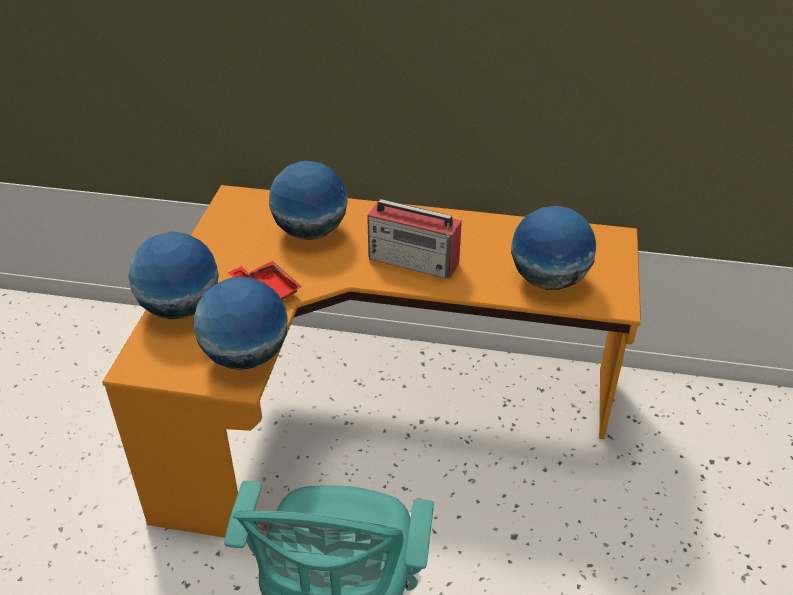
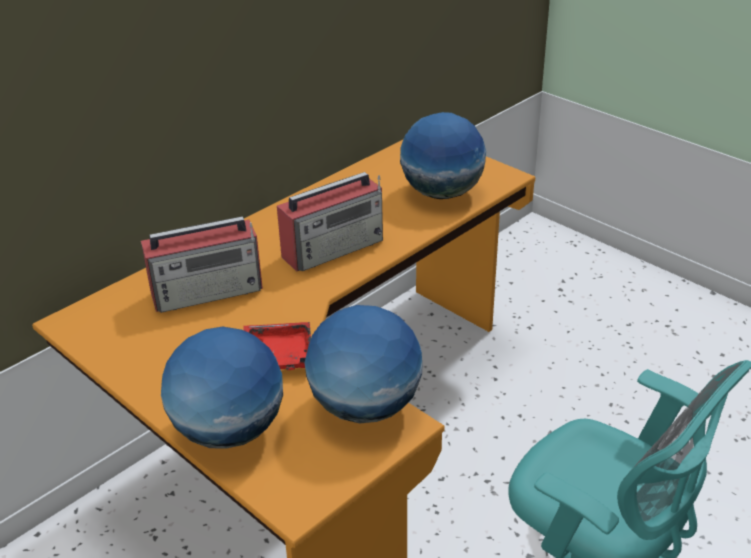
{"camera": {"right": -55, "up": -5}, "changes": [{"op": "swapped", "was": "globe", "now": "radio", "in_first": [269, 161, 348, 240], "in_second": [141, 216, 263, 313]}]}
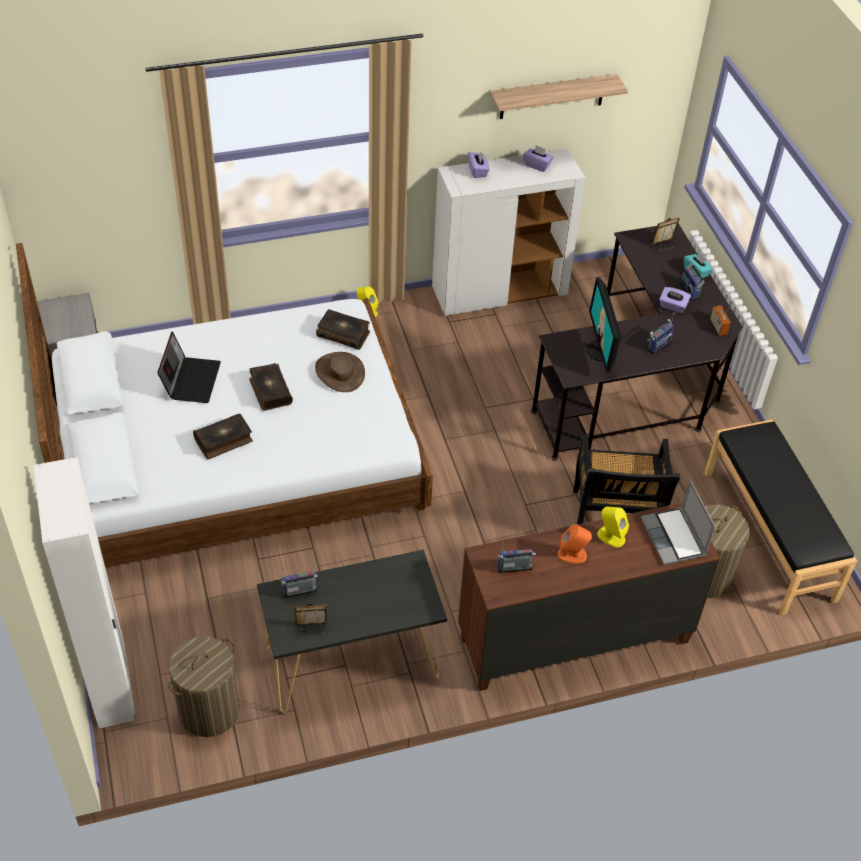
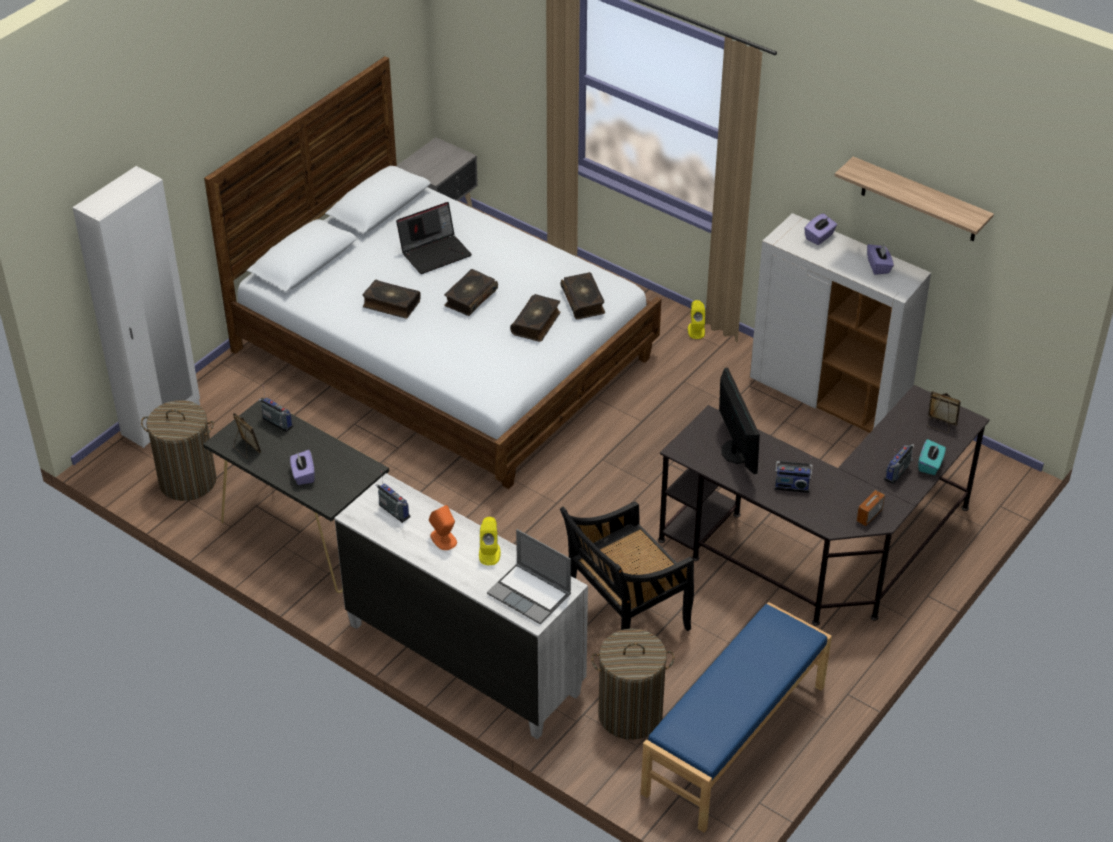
{"camera": {"right": 55, "up": -5}, "changes": [{"op": "shifted", "was": "tissue box (purple)", "in_first": [659, 287, 691, 313], "in_second": [290, 450, 315, 485]}, {"op": "repainted", "was": "dresser (brown)", "now": "dresser (white)", "in_first": [458, 503, 720, 691], "in_second": [334, 473, 588, 739]}, {"op": "rotated", "was": "laptop", "in_first": [641, 479, 715, 565], "in_second": [487, 529, 571, 624], "clockwise": -90}, {"op": "swapped", "was": "hat (brown)", "now": "book", "in_first": [315, 352, 365, 392], "in_second": [510, 294, 560, 342]}, {"op": "repainted", "was": "bench (black)", "now": "bench (blue)", "in_first": [704, 420, 857, 615], "in_second": [641, 602, 832, 832]}, {"op": "rotated", "was": "monitor", "in_first": [586, 277, 621, 372], "in_second": [719, 367, 760, 474], "clockwise": 120}]}
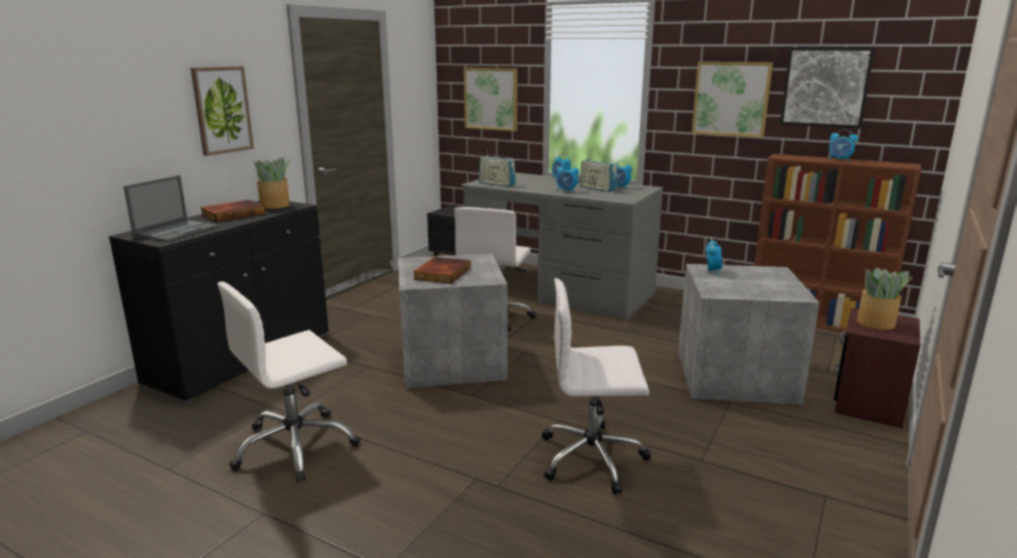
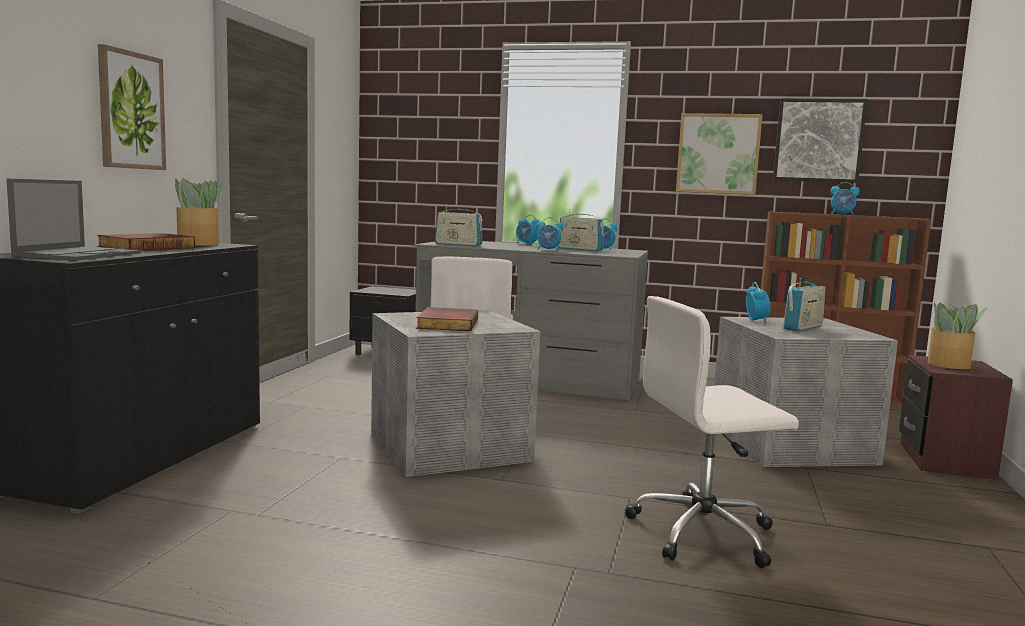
{"camera": {"right": -15, "up": -10}, "changes": [{"op": "new", "now": "radio", "in_second": [783, 278, 826, 331]}, {"op": "gone", "was": "office chair (white)", "in_first": [218, 281, 360, 482]}, {"op": "gone", "was": "picture", "in_first": [464, 68, 518, 131]}]}
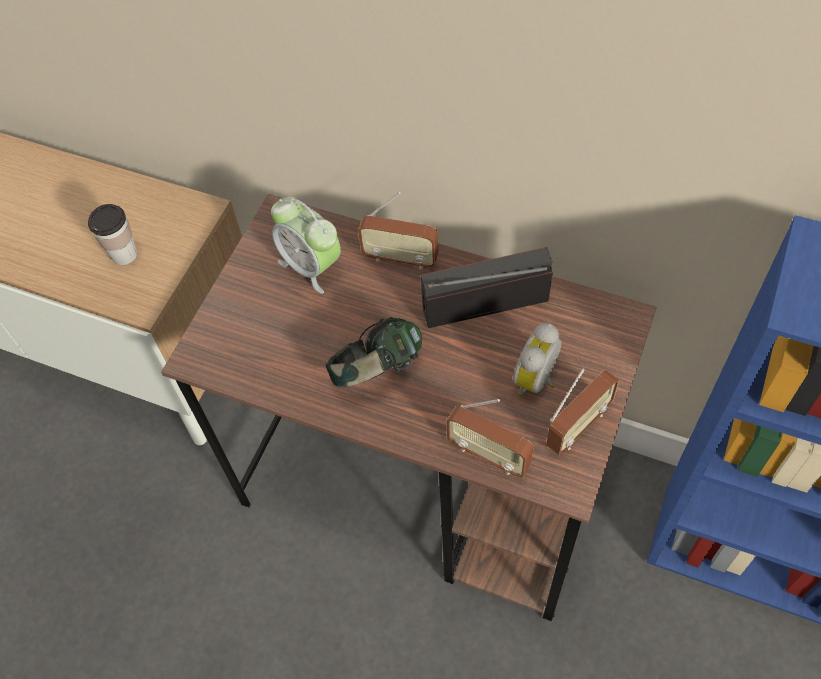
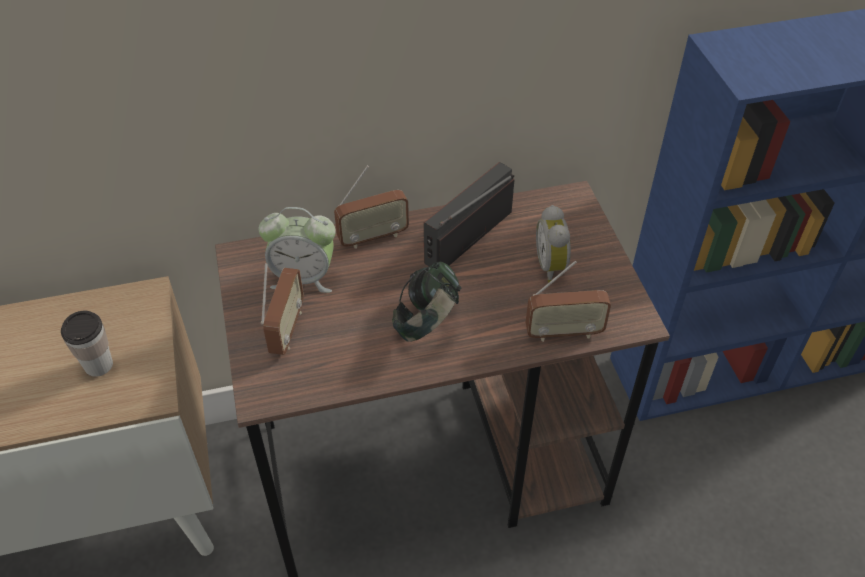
{"camera": {"right": -40, "up": -10}, "changes": [{"op": "shifted", "was": "radio", "in_first": [546, 369, 619, 455], "in_second": [261, 263, 304, 355]}]}
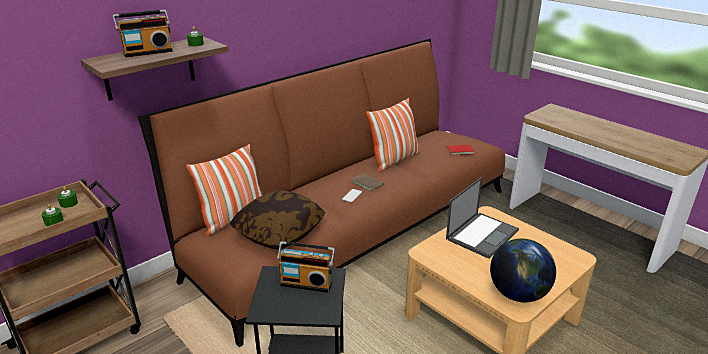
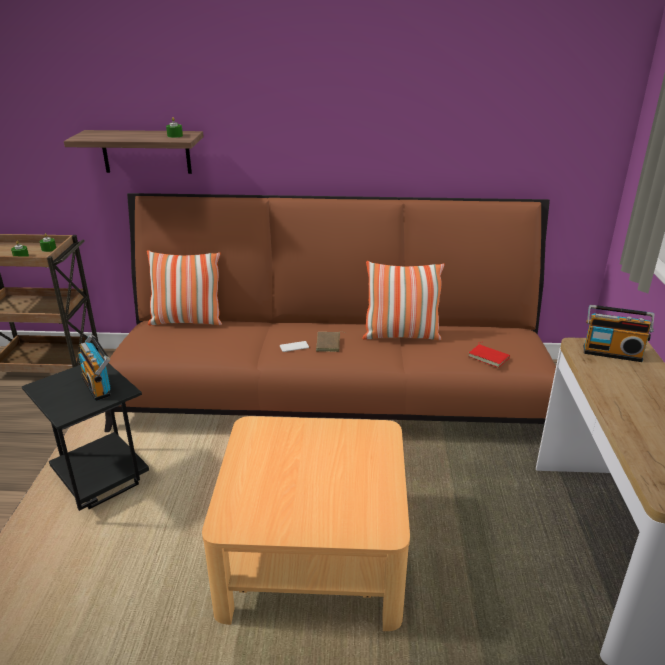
{"camera": {"right": 45, "up": 0}, "changes": [{"op": "shifted", "was": "radio", "in_first": [113, 10, 173, 58], "in_second": [584, 305, 655, 362]}, {"op": "gone", "was": "pillow", "in_first": [230, 190, 325, 250]}, {"op": "gone", "was": "laptop", "in_first": [446, 177, 519, 259]}, {"op": "gone", "was": "globe", "in_first": [490, 239, 556, 302]}]}
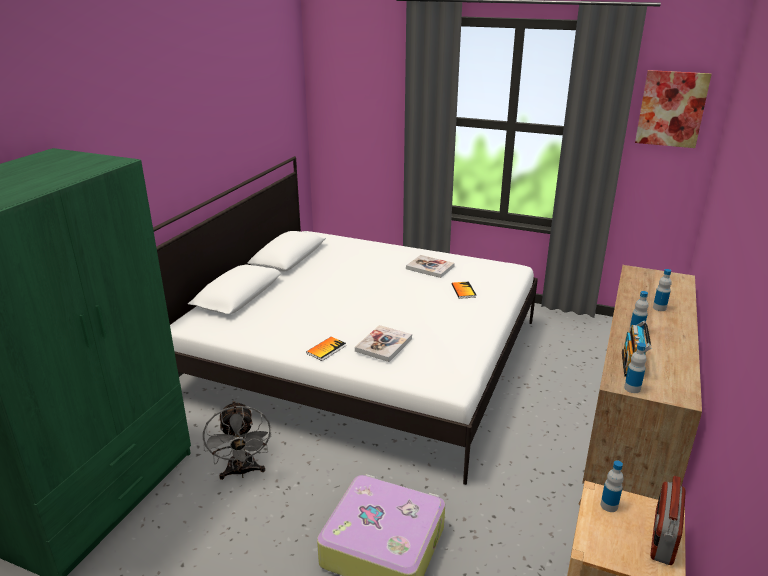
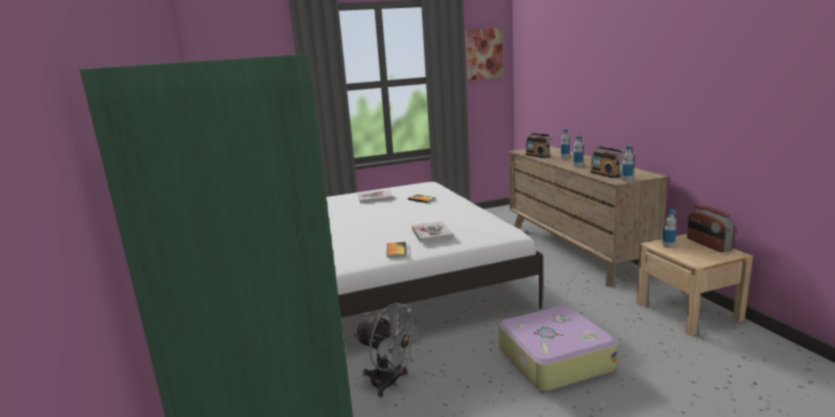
{"camera": {"right": -40, "up": -10}, "changes": [{"op": "new", "now": "radio", "in_second": [525, 133, 553, 158]}]}
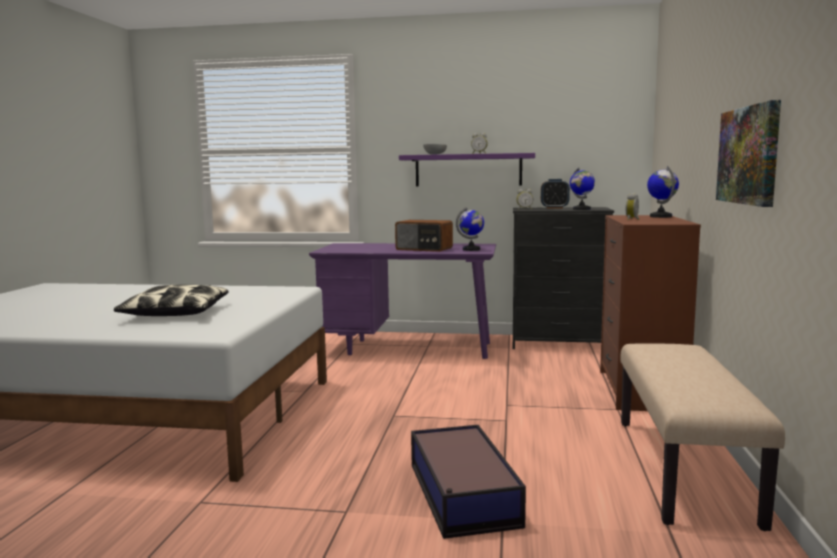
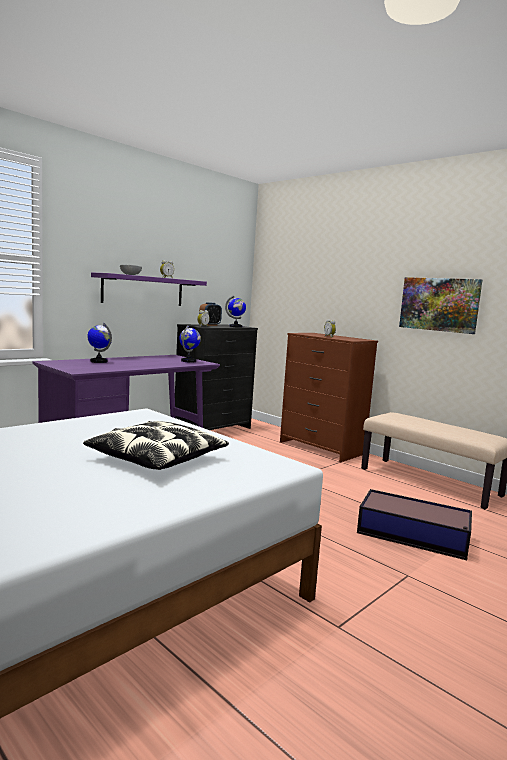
{"camera": {"right": -55, "up": 0}, "changes": [{"op": "shifted", "was": "globe", "in_first": [647, 166, 679, 218], "in_second": [87, 323, 112, 363]}, {"op": "gone", "was": "radio", "in_first": [395, 220, 453, 252]}]}
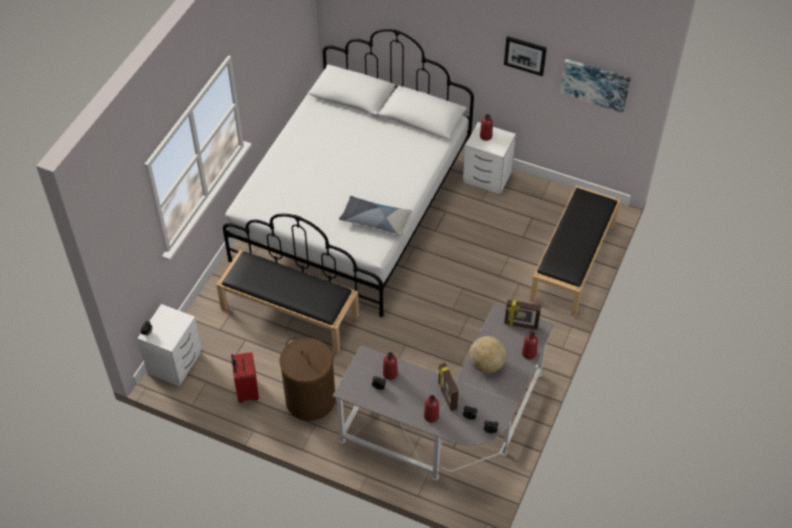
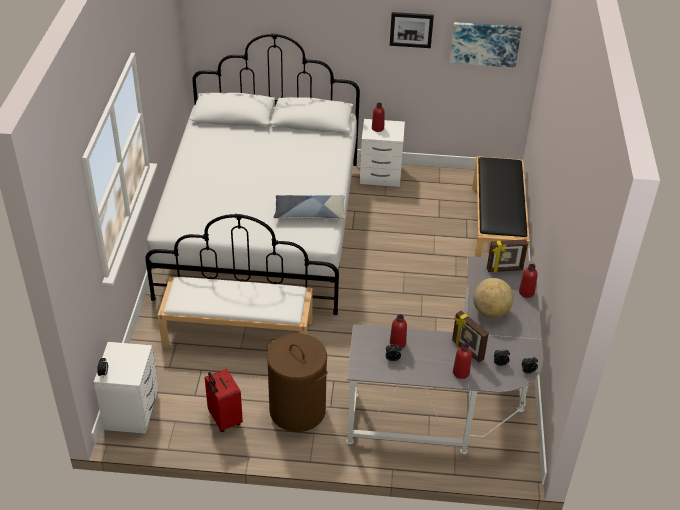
{"camera": {"right": -20, "up": -10}, "changes": [{"op": "repainted", "was": "bench (black)", "now": "bench (white)", "in_first": [216, 249, 359, 353], "in_second": [158, 277, 313, 348]}]}
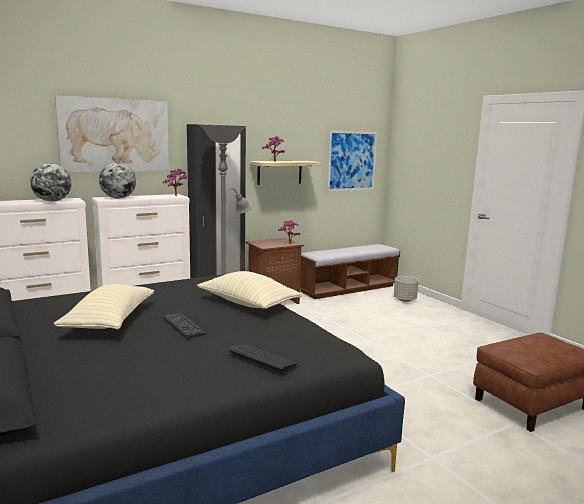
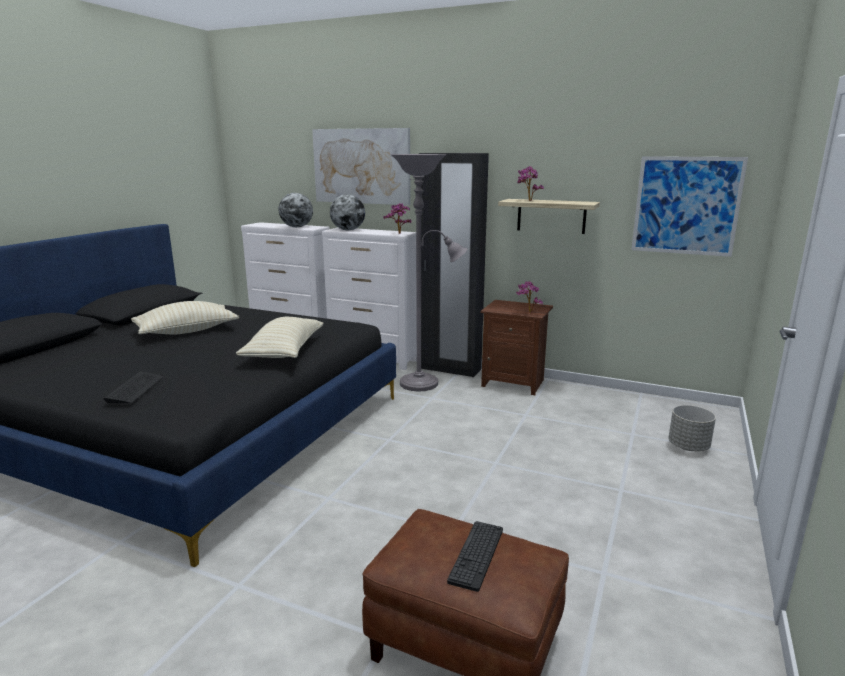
{"camera": {"right": 55, "up": 5}, "changes": [{"op": "shifted", "was": "keyboard", "in_first": [164, 313, 205, 339], "in_second": [447, 521, 503, 592]}, {"op": "gone", "was": "bench", "in_first": [300, 244, 400, 299]}]}
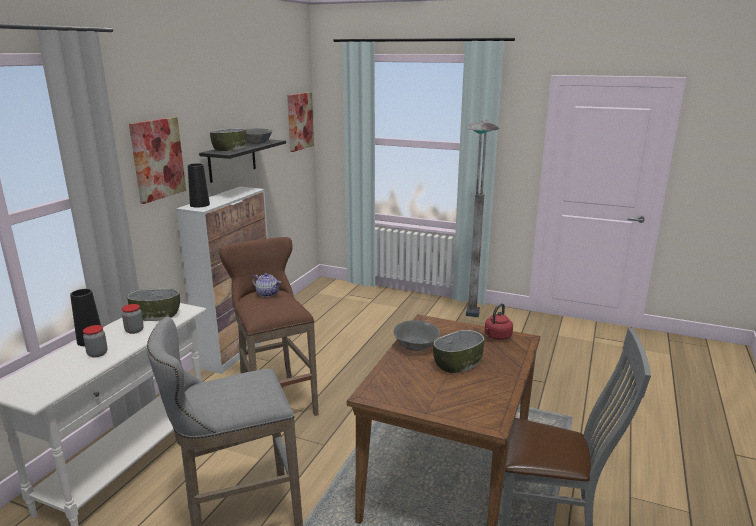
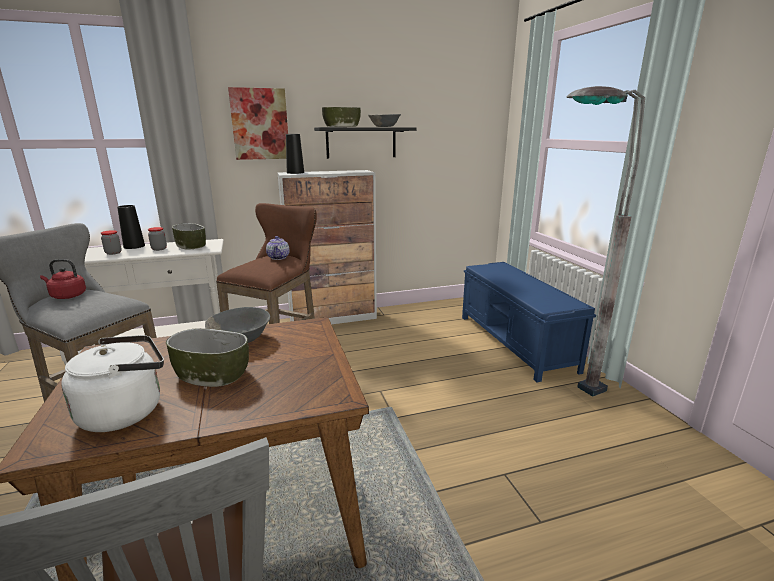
{"camera": {"right": 50, "up": 0}, "changes": [{"op": "shifted", "was": "kettle (red)", "in_first": [485, 303, 513, 340], "in_second": [40, 259, 86, 299]}, {"op": "new", "now": "kettle (white)", "in_second": [61, 335, 164, 432]}, {"op": "new", "now": "bench (blue)", "in_second": [462, 262, 596, 382]}, {"op": "gone", "was": "picture", "in_first": [287, 92, 314, 152]}]}
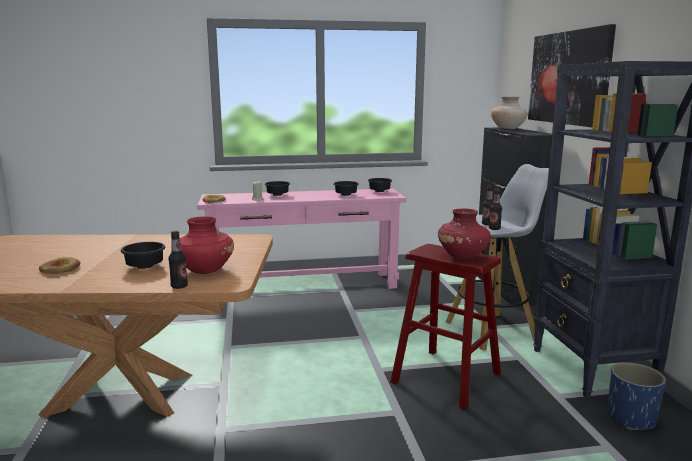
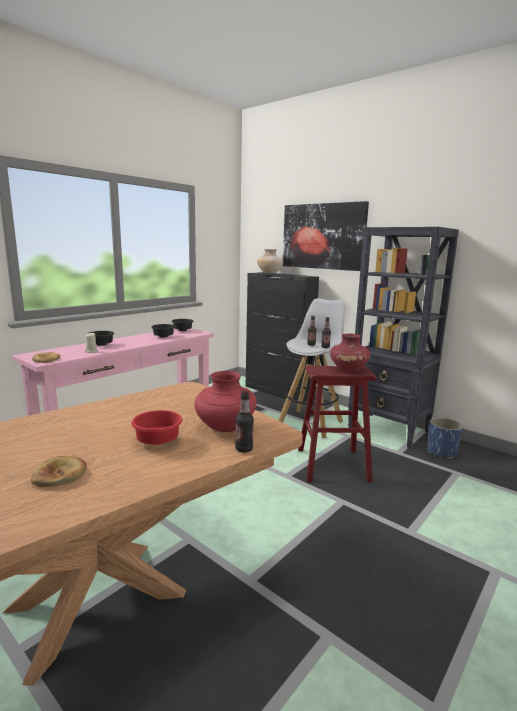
{"camera": {"right": -40, "up": 0}, "changes": [{"op": "repainted", "was": "bowl (black)", "now": "bowl (red)", "in_first": [121, 242, 166, 269], "in_second": [131, 410, 182, 445]}]}
